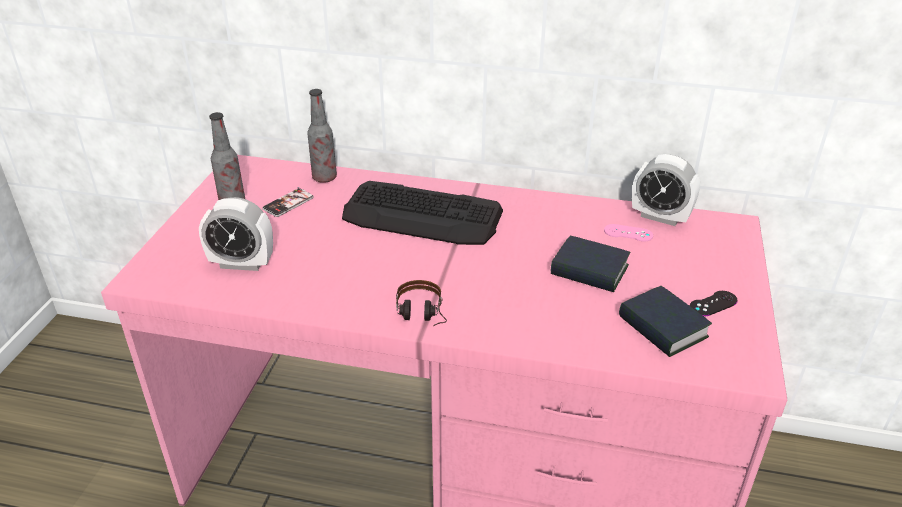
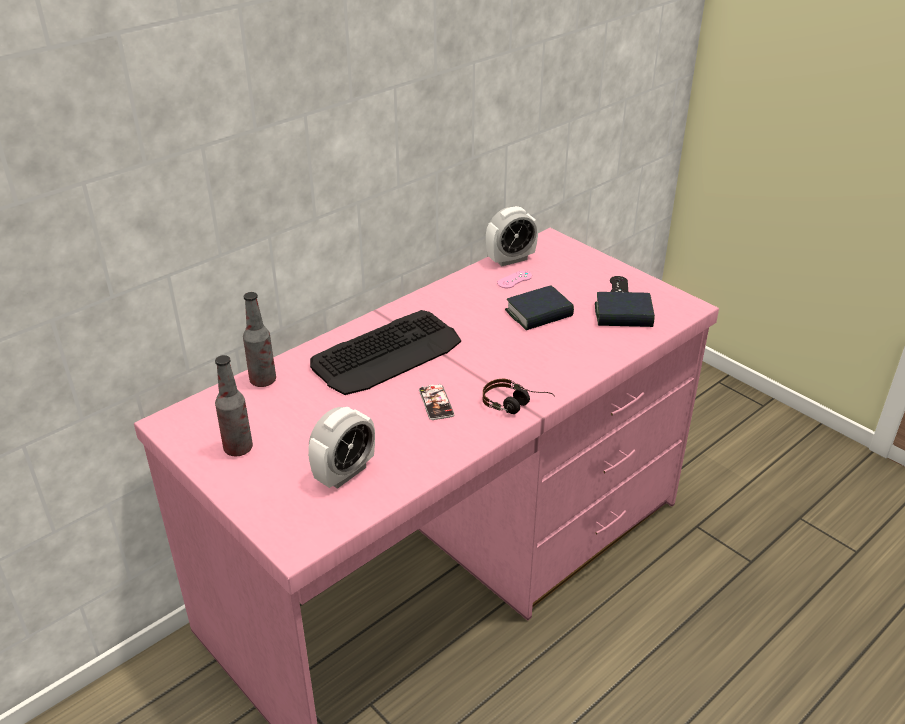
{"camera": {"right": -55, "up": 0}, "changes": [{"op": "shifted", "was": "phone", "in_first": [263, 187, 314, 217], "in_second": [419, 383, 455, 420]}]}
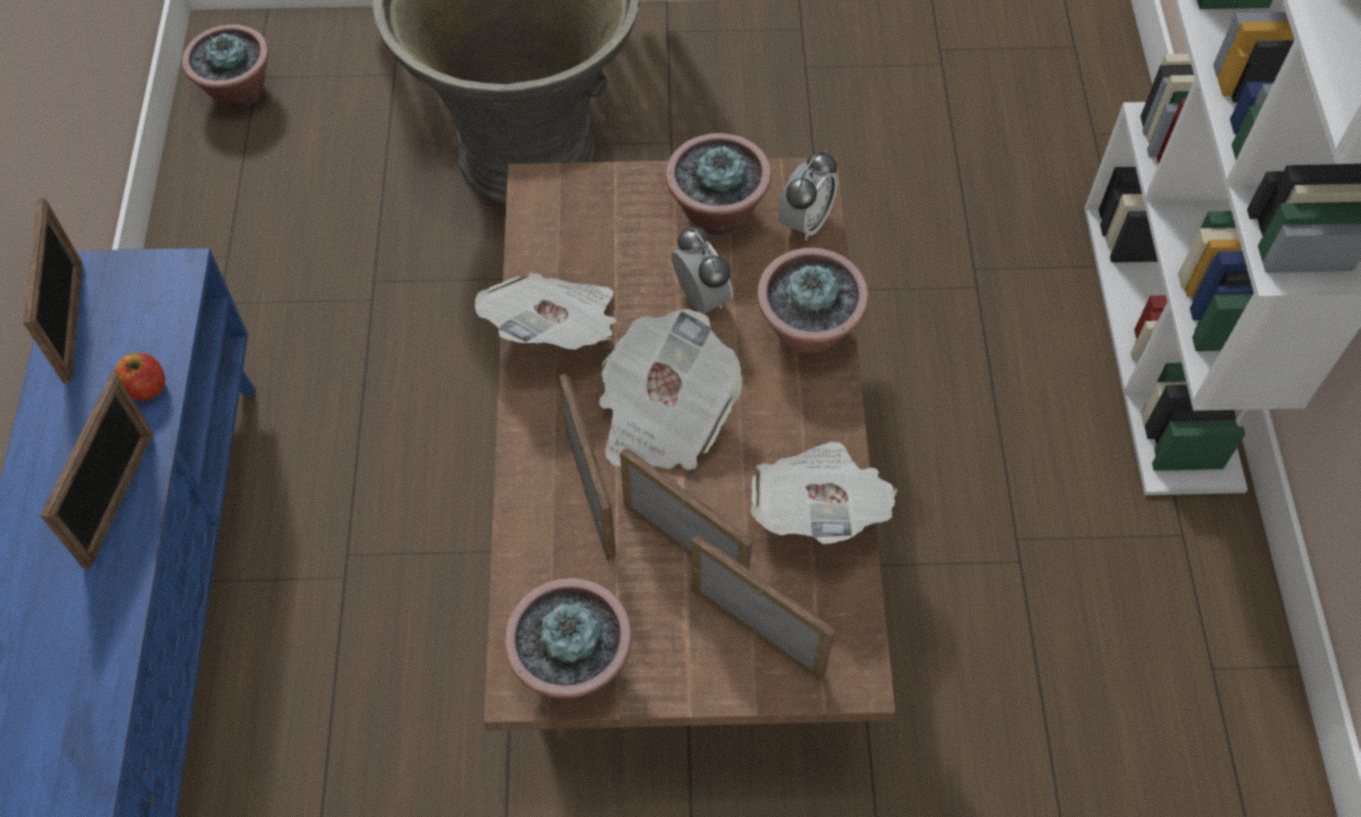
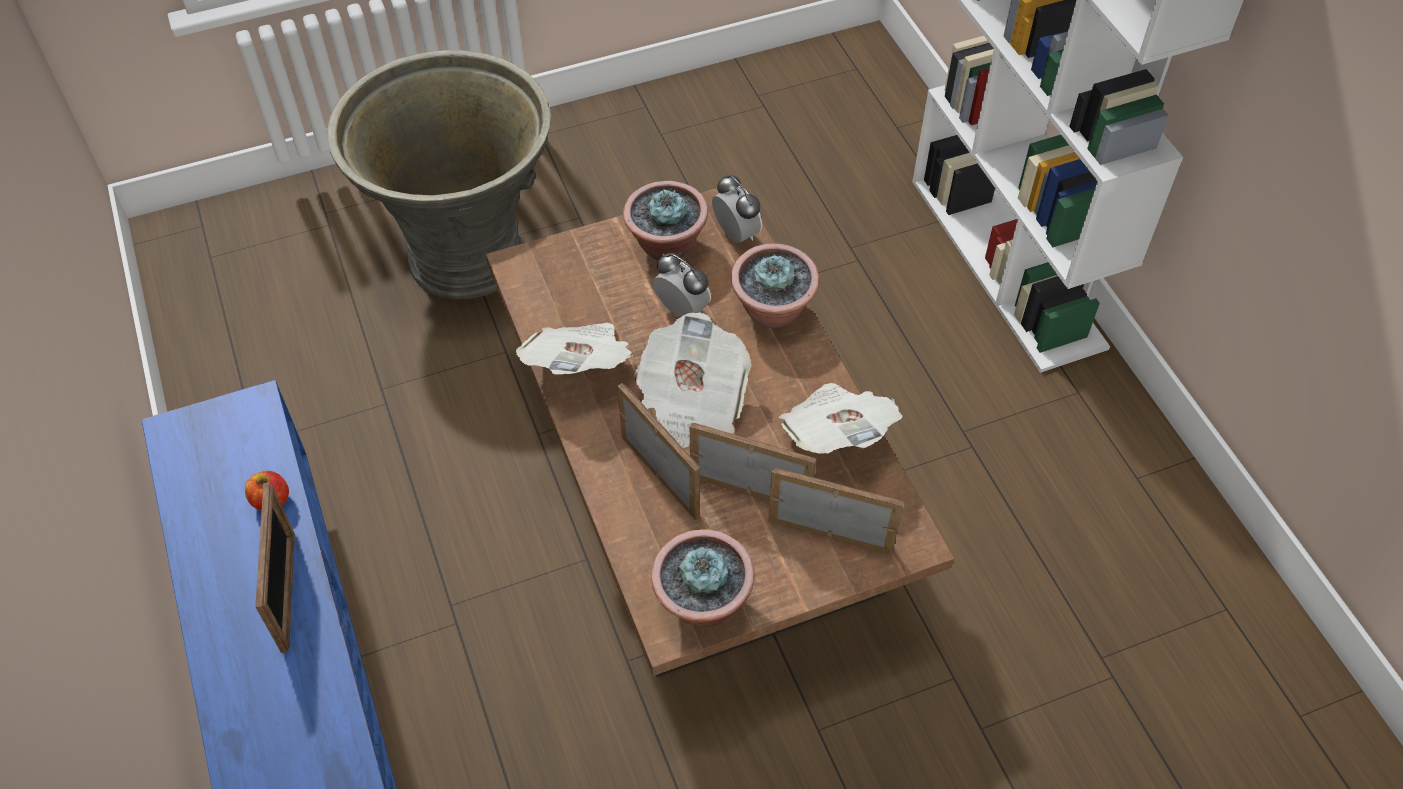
{"camera": {"right": -20, "up": -5}, "changes": [{"op": "rotated", "was": "alarm clock", "in_first": [778, 150, 838, 240], "in_second": [712, 174, 762, 243], "clockwise": -45}, {"op": "gone", "was": "picture frame", "in_first": [23, 198, 83, 383]}, {"op": "gone", "was": "potted plant", "in_first": [182, 25, 269, 109]}]}
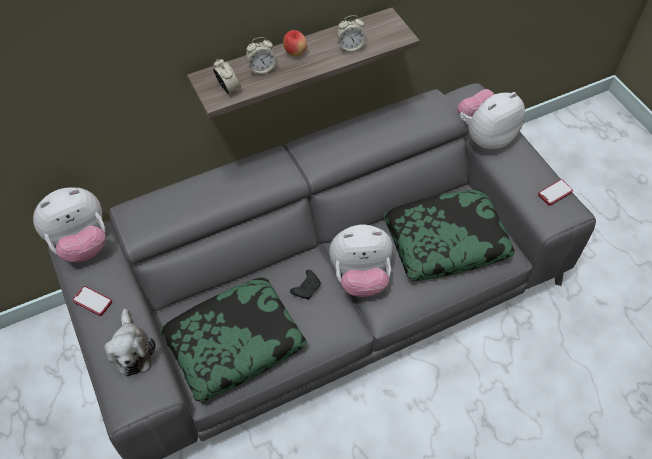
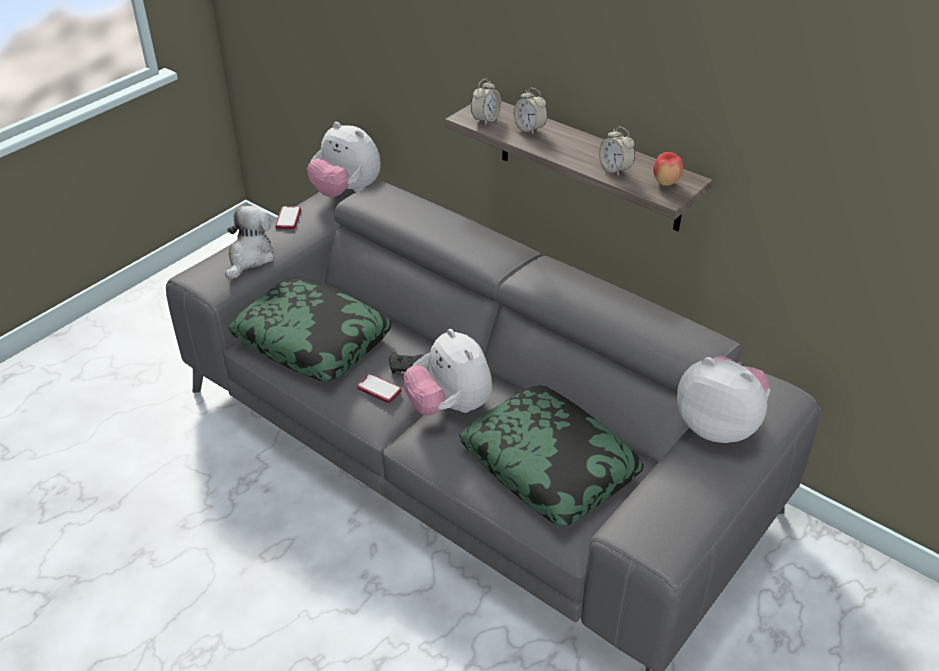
{"camera": {"right": 65, "up": -15}, "changes": [{"op": "rotated", "was": "plush toy", "in_first": [104, 308, 156, 377], "in_second": [225, 206, 274, 280], "clockwise": 150}, {"op": "shifted", "was": "phone", "in_first": [538, 179, 573, 206], "in_second": [357, 374, 401, 403]}, {"op": "shifted", "was": "apple", "in_first": [283, 30, 307, 57], "in_second": [653, 152, 683, 186]}]}
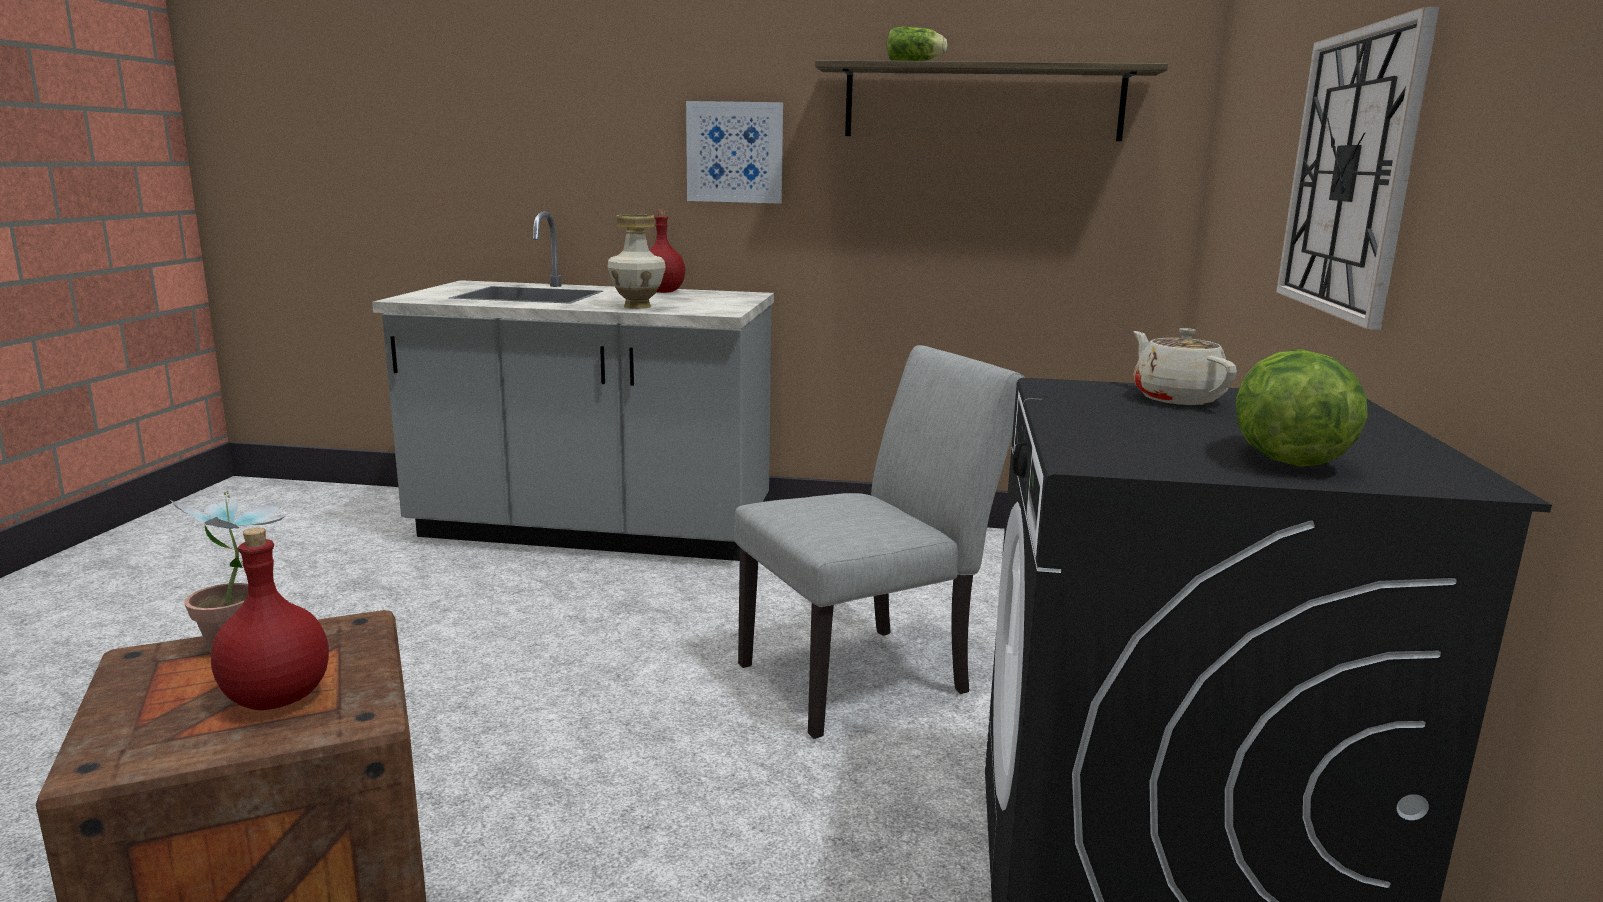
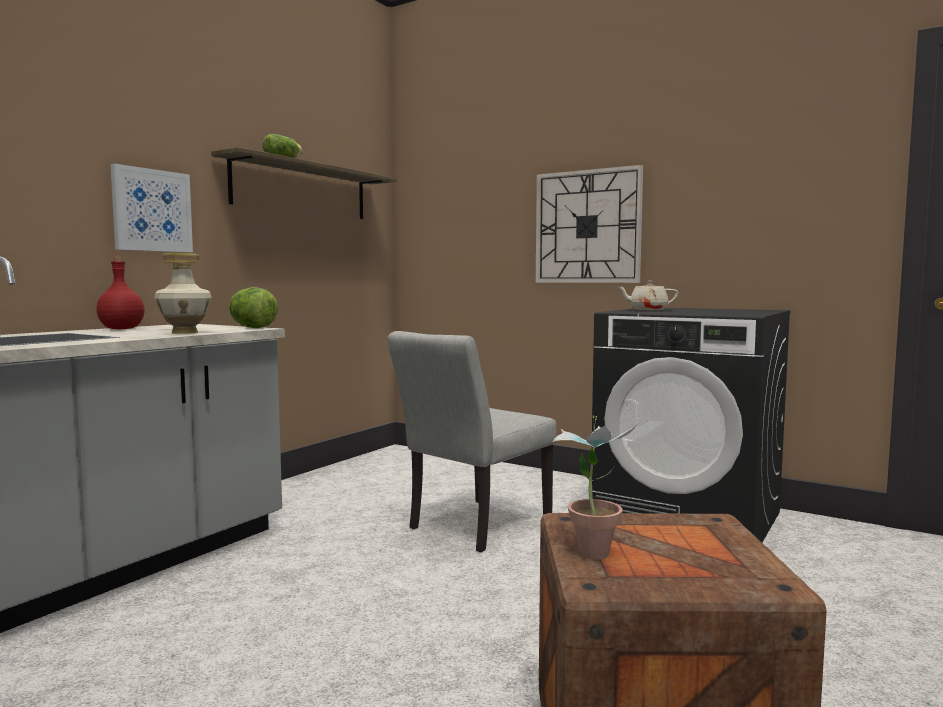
{"camera": {"right": -65, "up": -10}, "changes": [{"op": "shifted", "was": "lettuce", "in_first": [1236, 349, 1368, 467], "in_second": [229, 287, 278, 328]}, {"op": "rotated", "was": "chair (grey)", "in_first": [734, 345, 1026, 739], "in_second": [387, 331, 557, 552], "clockwise": -135}, {"op": "gone", "was": "bottle (red)", "in_first": [211, 528, 329, 710]}]}
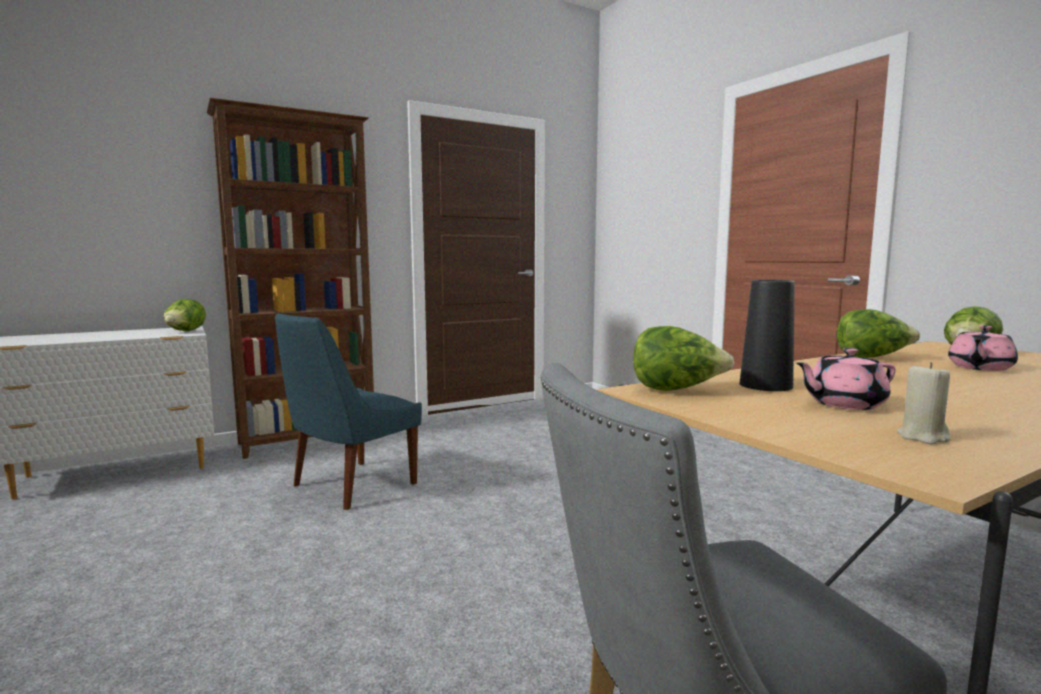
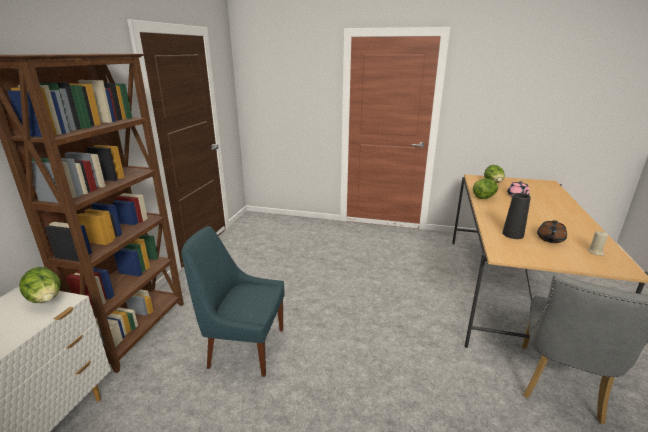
{"camera": {"right": -45, "up": 15}, "changes": [{"op": "rotated", "was": "chair (blue)", "in_first": [275, 313, 422, 510], "in_second": [181, 226, 284, 377], "clockwise": 105}, {"op": "repainted", "was": "teapot (pink)", "now": "teapot (brown)", "in_first": [796, 348, 895, 410], "in_second": [537, 220, 567, 243]}, {"op": "gone", "was": "lettuce", "in_first": [633, 326, 734, 391]}]}
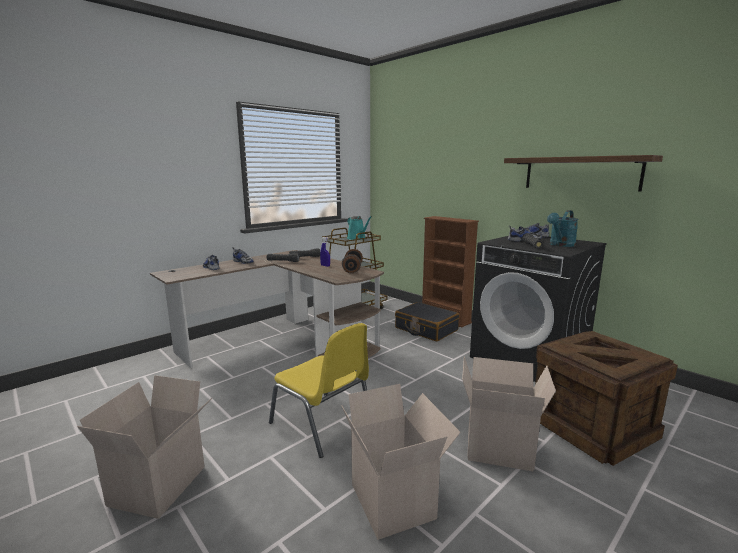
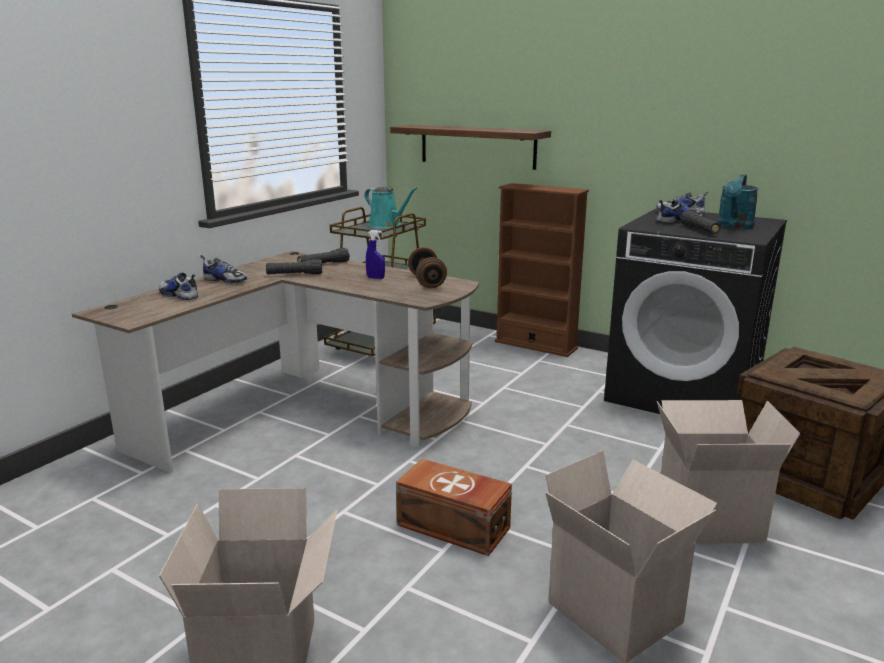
{"camera": {"right": -15, "up": 5}, "changes": [{"op": "shifted", "was": "shelf", "in_first": [504, 155, 663, 191], "in_second": [390, 125, 551, 170]}, {"op": "swapped", "was": "chair (yellow)", "now": "storage box (brown)", "in_first": [269, 323, 369, 458], "in_second": [396, 459, 512, 556]}, {"op": "gone", "was": "suitcase (black)", "in_first": [395, 302, 459, 342]}]}
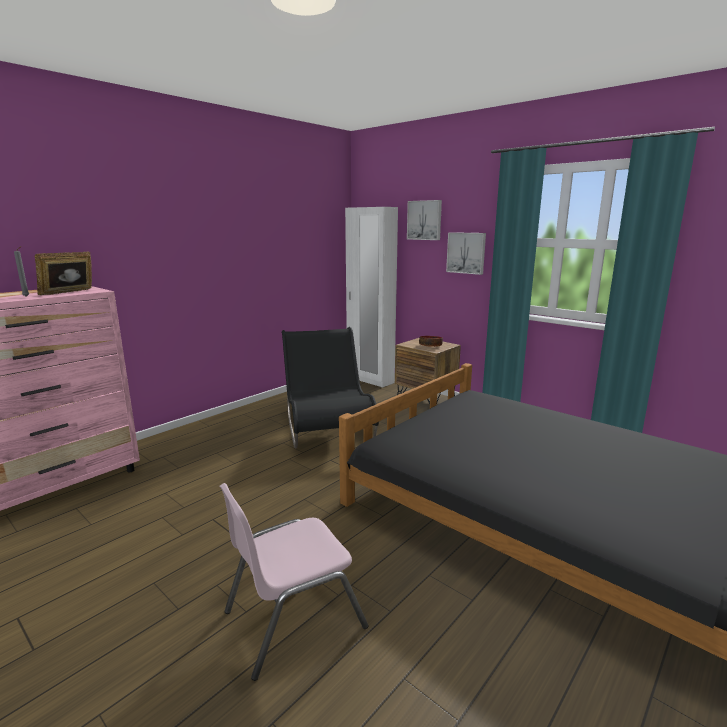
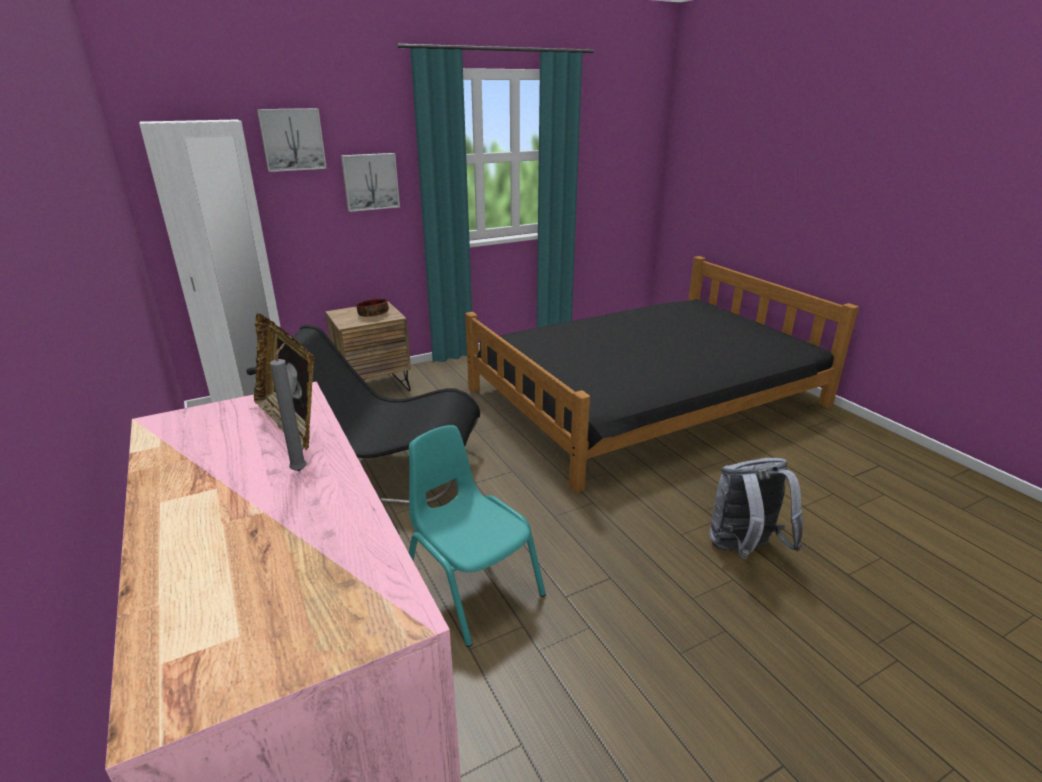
{"camera": {"right": -70, "up": 10}, "changes": [{"op": "new", "now": "chair (turquoise)", "in_second": [409, 425, 546, 647]}, {"op": "swapped", "was": "chair (pink)", "now": "backpack (grey)", "in_first": [219, 483, 368, 681], "in_second": [709, 458, 803, 559]}]}
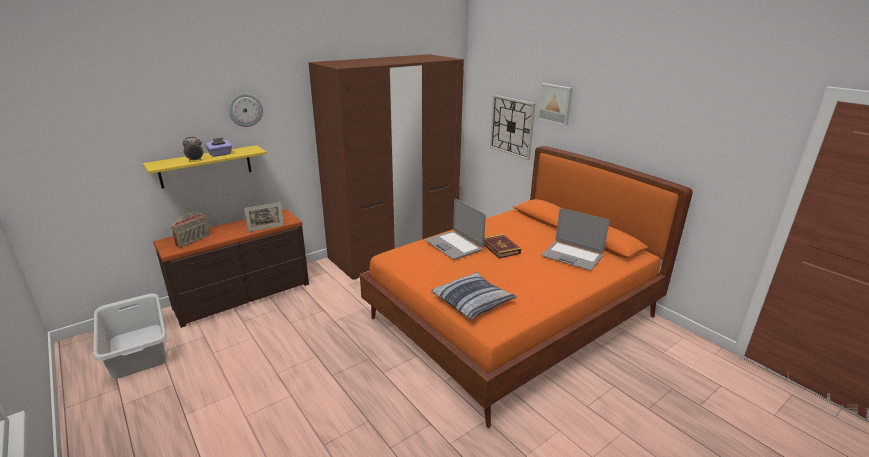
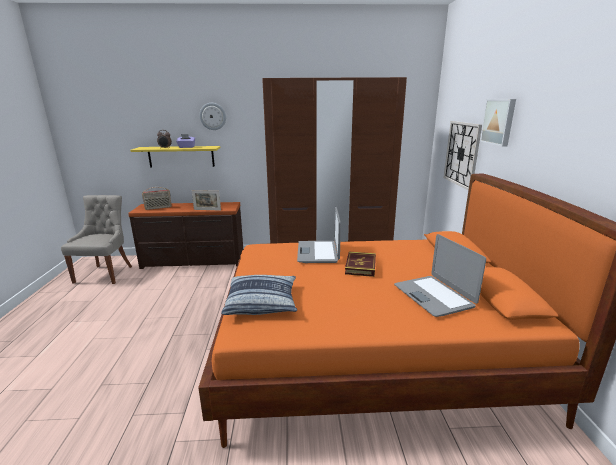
{"camera": {"right": 35, "up": -5}, "changes": [{"op": "swapped", "was": "laundry basket (grey)", "now": "chair (grey)", "in_first": [94, 293, 167, 379], "in_second": [61, 195, 132, 284]}]}
